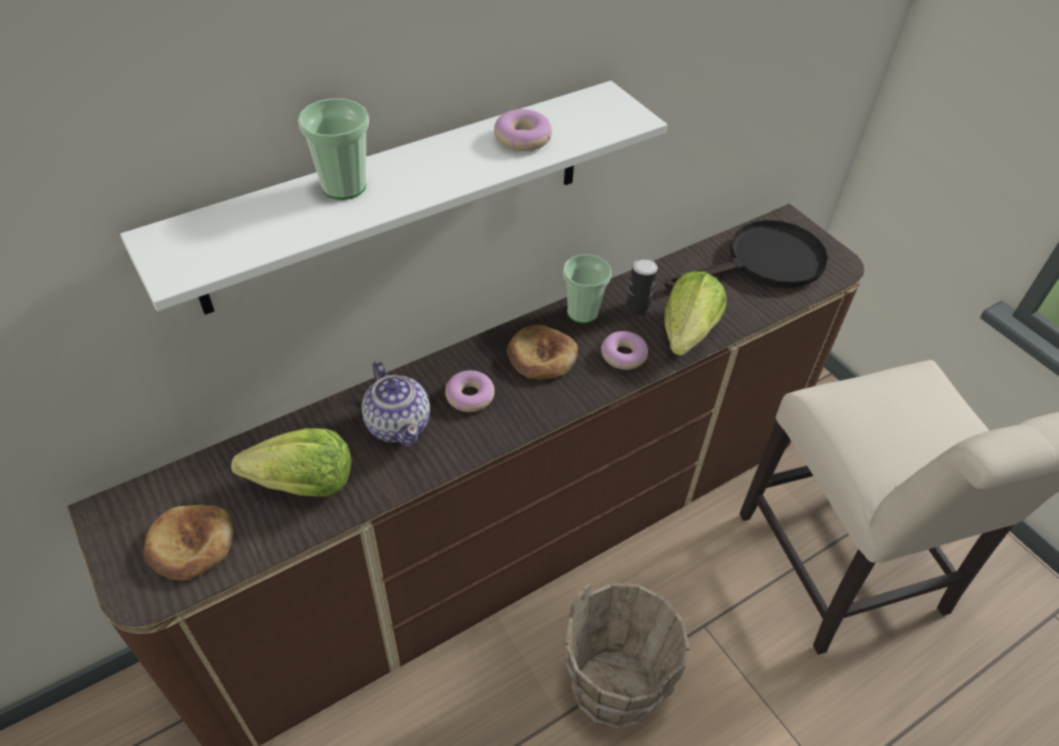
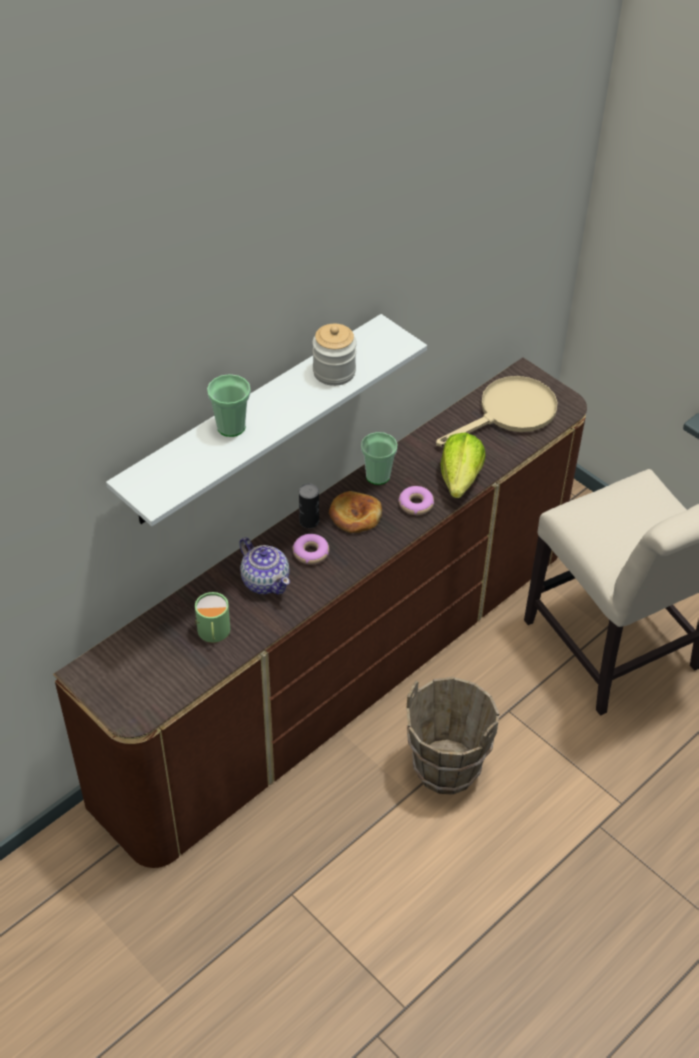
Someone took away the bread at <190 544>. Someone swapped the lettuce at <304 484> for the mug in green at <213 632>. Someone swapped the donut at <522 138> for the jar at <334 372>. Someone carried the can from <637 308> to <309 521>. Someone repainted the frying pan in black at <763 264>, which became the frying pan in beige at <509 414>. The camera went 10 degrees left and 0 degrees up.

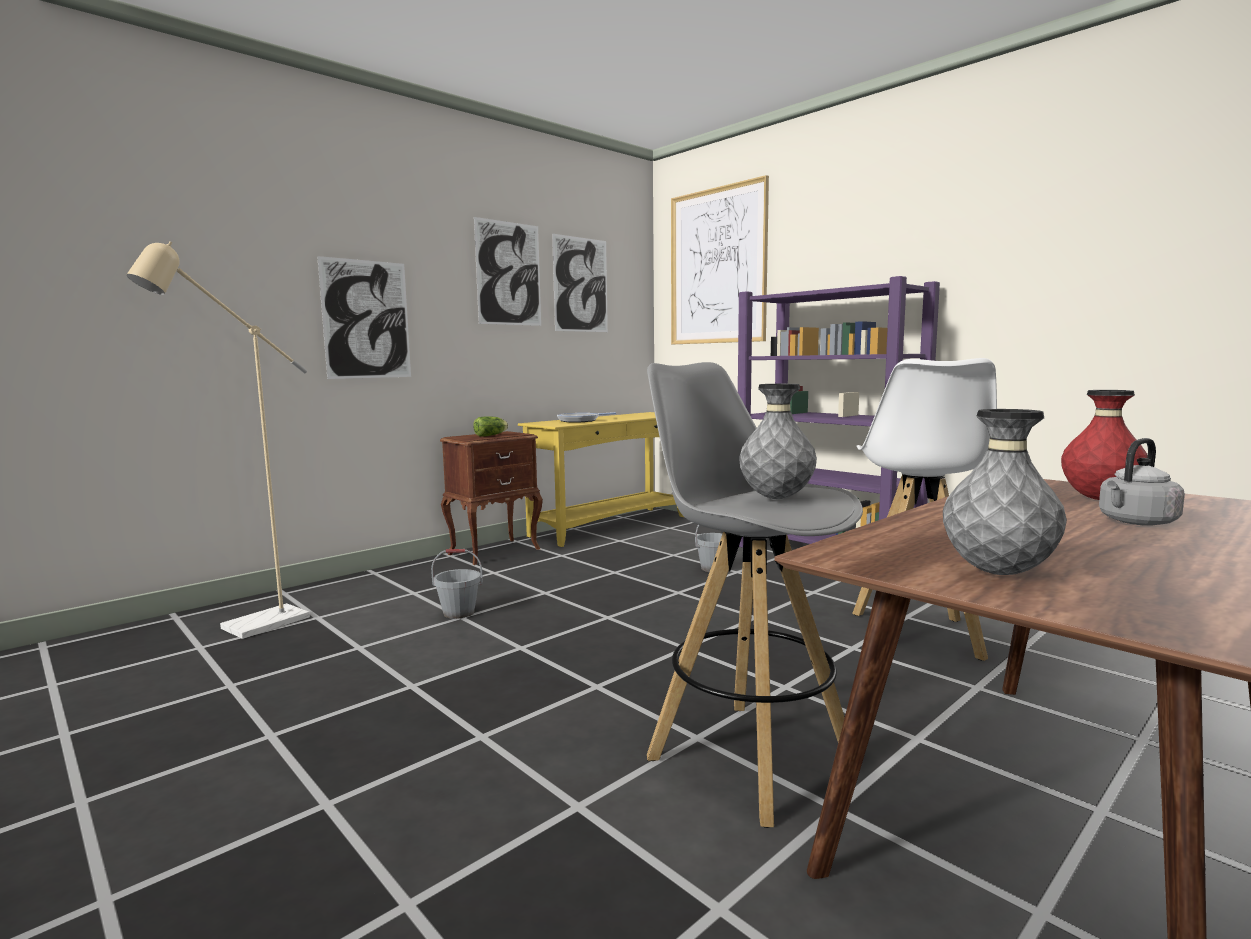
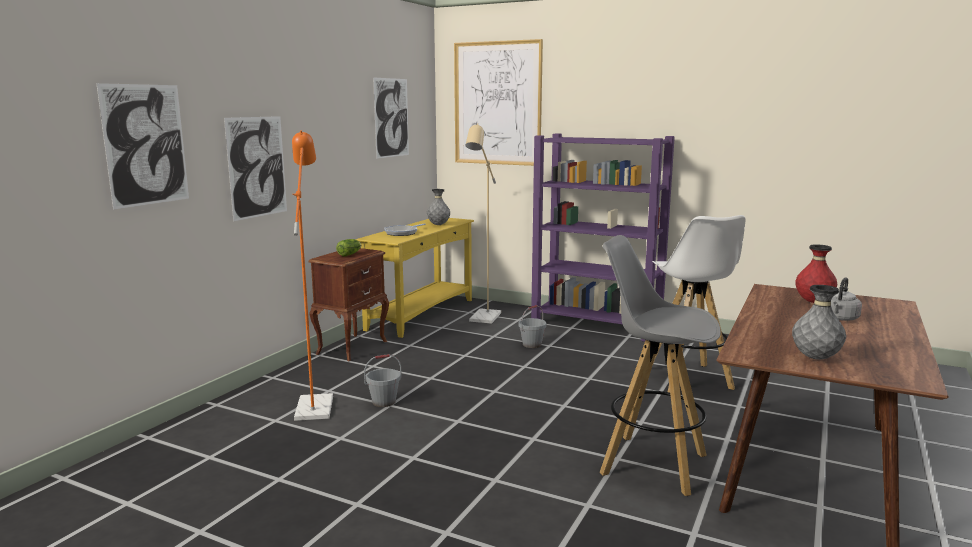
Someone carried the floor lamp in beige from <251 627> to <483 319>. Someone carried the picture from <509 273> to <146 145>. Someone carried the vase in grey from <776 498> to <438 225>. Someone put down the floor lamp in orange at <315 404>. The camera went 20 degrees left and 5 degrees up.

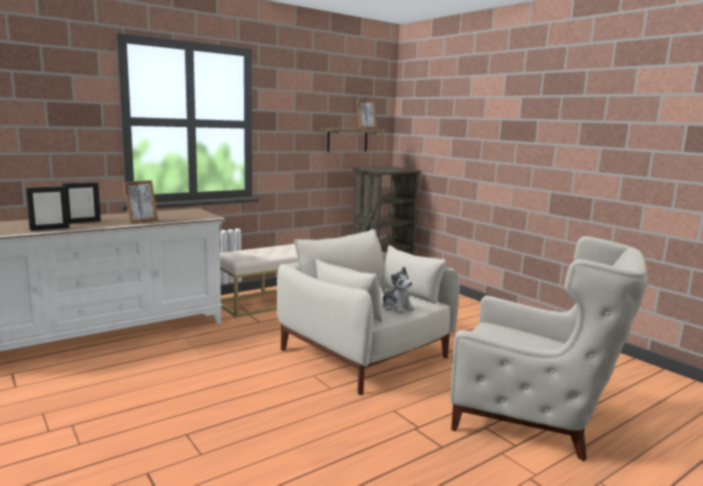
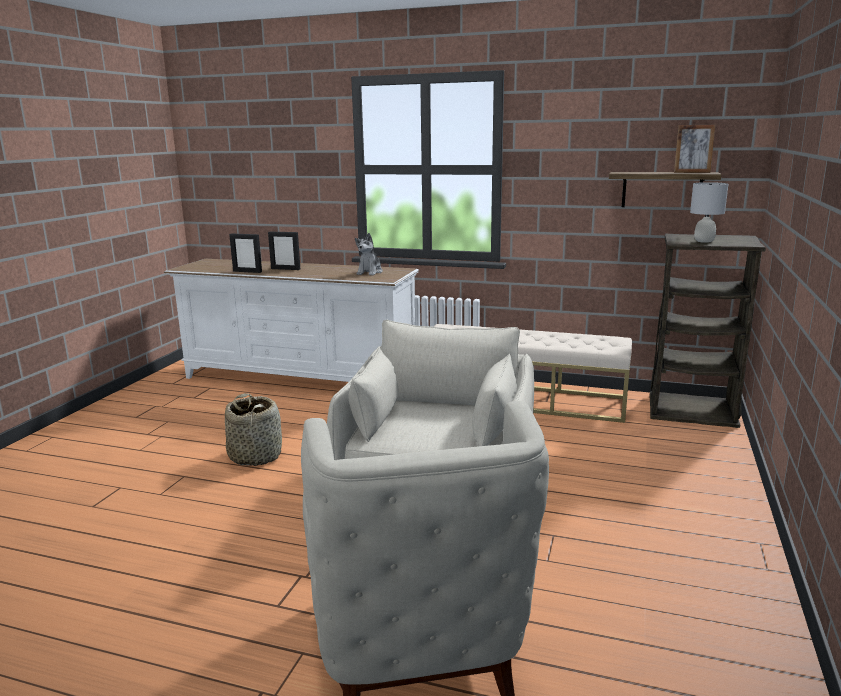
Someone took away the picture frame at <142 221>. Someone carried the plush toy from <396 308> to <370 272>. Someone put down the basket at <256 456>. Someone put down the table lamp in grey at <703 241>. The camera went 55 degrees right and 5 degrees up.

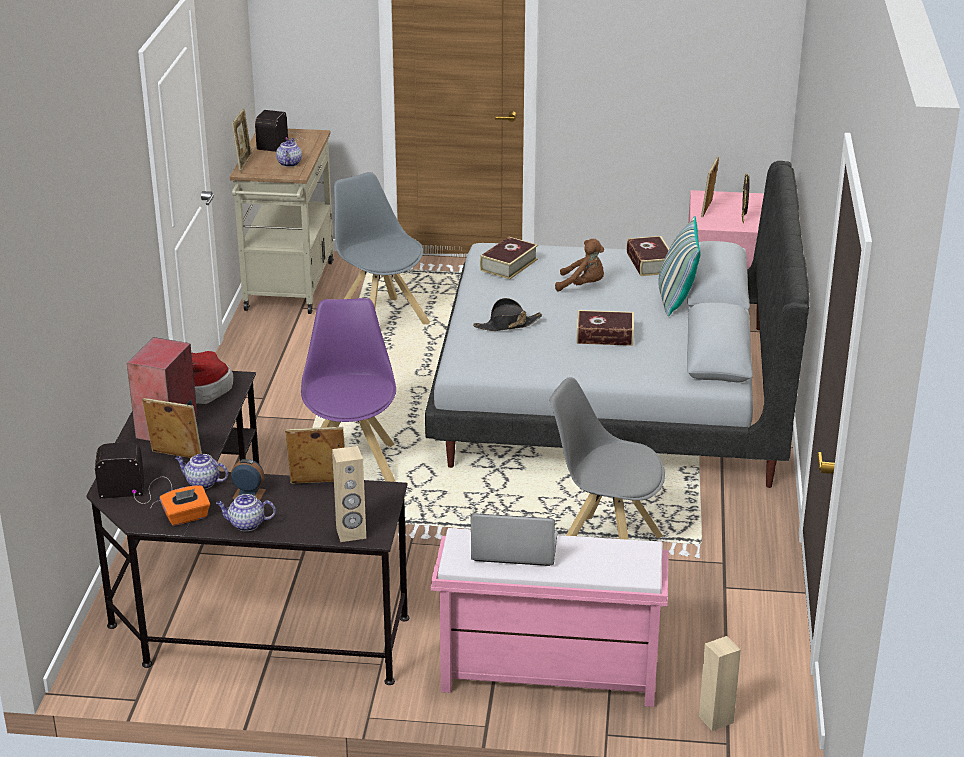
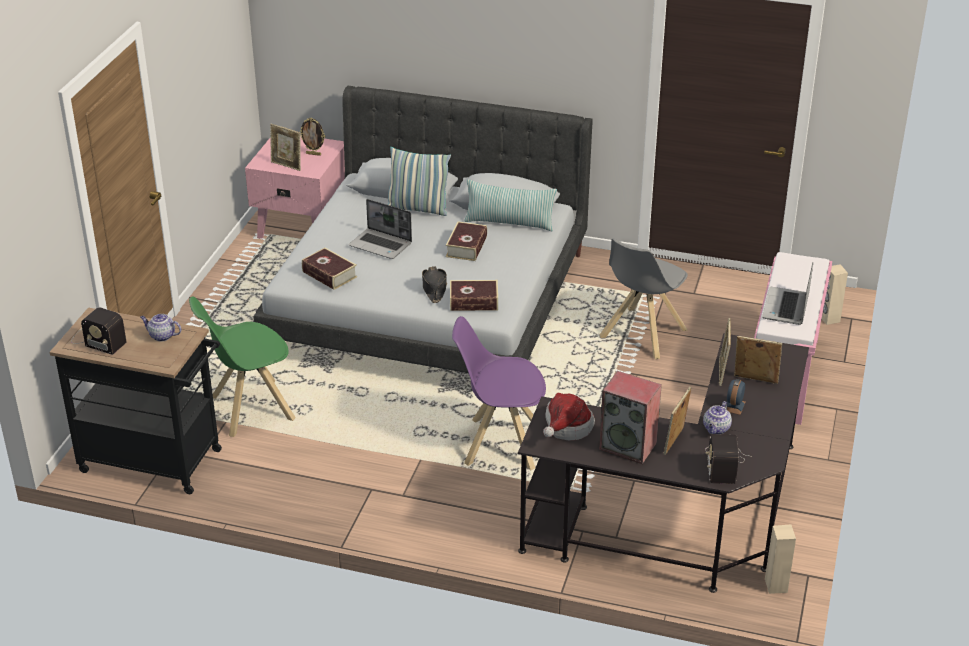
Someone took away the tissue box in orange at <186 517>. Someone took away the teapot at <246 524>. Someone repainted the cart in beige at <288 288>, which became the cart in black at <155 462>. Someone carried the picture frame from <243 162> to <755 380>. Someone carried the speaker in beige from <351 533> to <776 585>. Someone repainted the chair in grey at <379 319>, which became the chair in green at <249 408>. Someone swapped the plush toy in brown at <583 285> for the laptop at <381 245>. Someone carried the book from <650 263> to <474 301>. Someone put down the pillow at <509 223>. The camera went 80 degrees left and 5 degrees up.

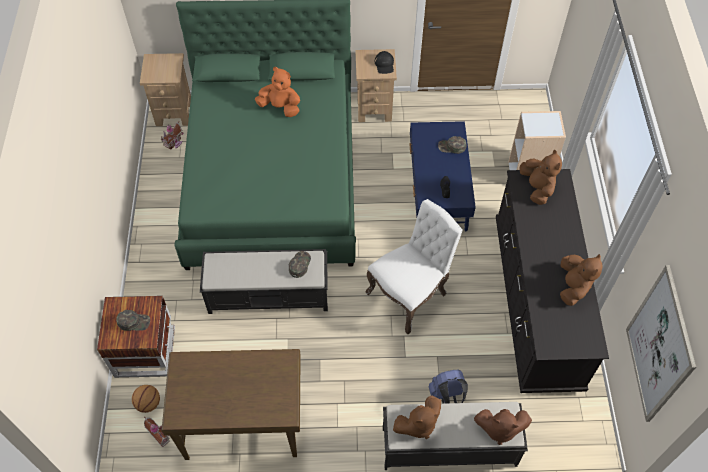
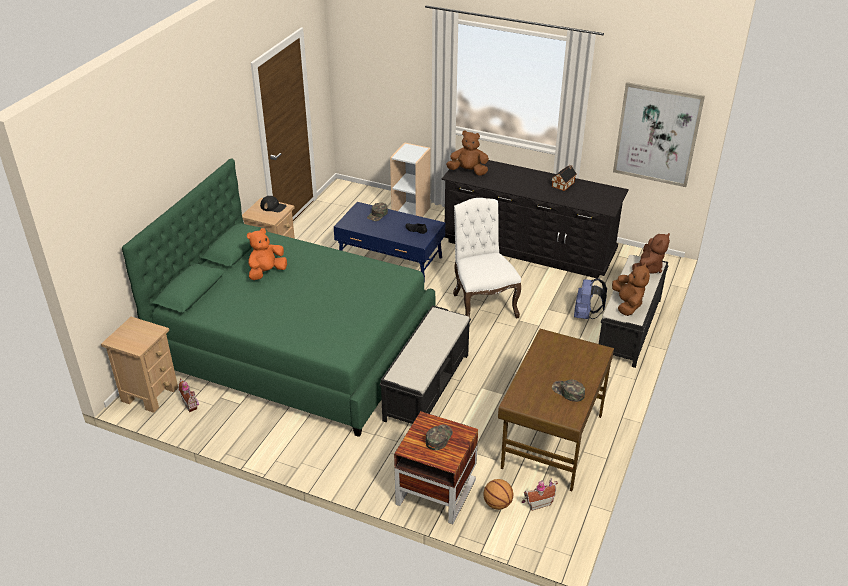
Someone carried the cap in green from <299 264> to <568 392>. Someone swapped the plush toy in brown at <573 287> for the toy house at <563 184>. The camera went 65 degrees left and 20 degrees down.

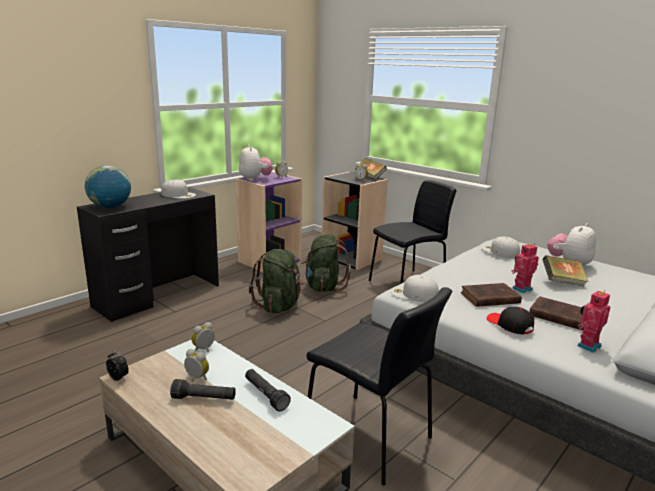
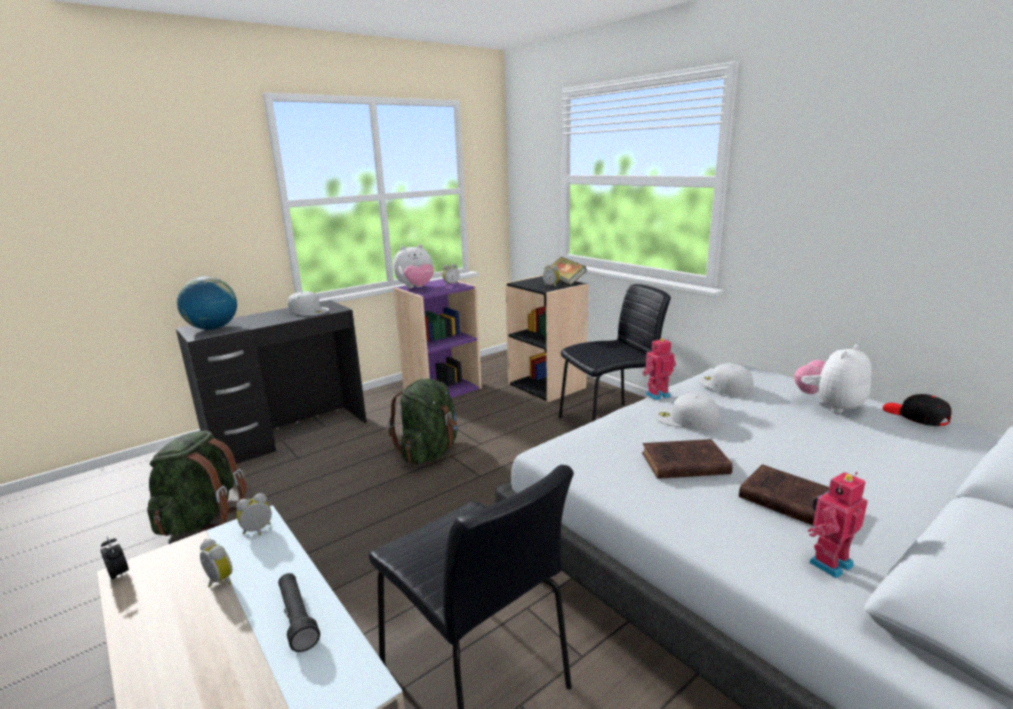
Someone took away the flashlight in black at <204 398>. Someone rotated the plush toy at <255 179> by 75 degrees clockwise. Someone carried the backpack in green from <323 287> to <202 518>. Someone carried the cap in white from <414 294> to <686 419>. Someone carried the cap in black from <509 325> to <915 416>. Someone carried the toy robot from <521 288> to <657 395>. Someone took away the book at <562 282>. The camera went 10 degrees right and 0 degrees up.

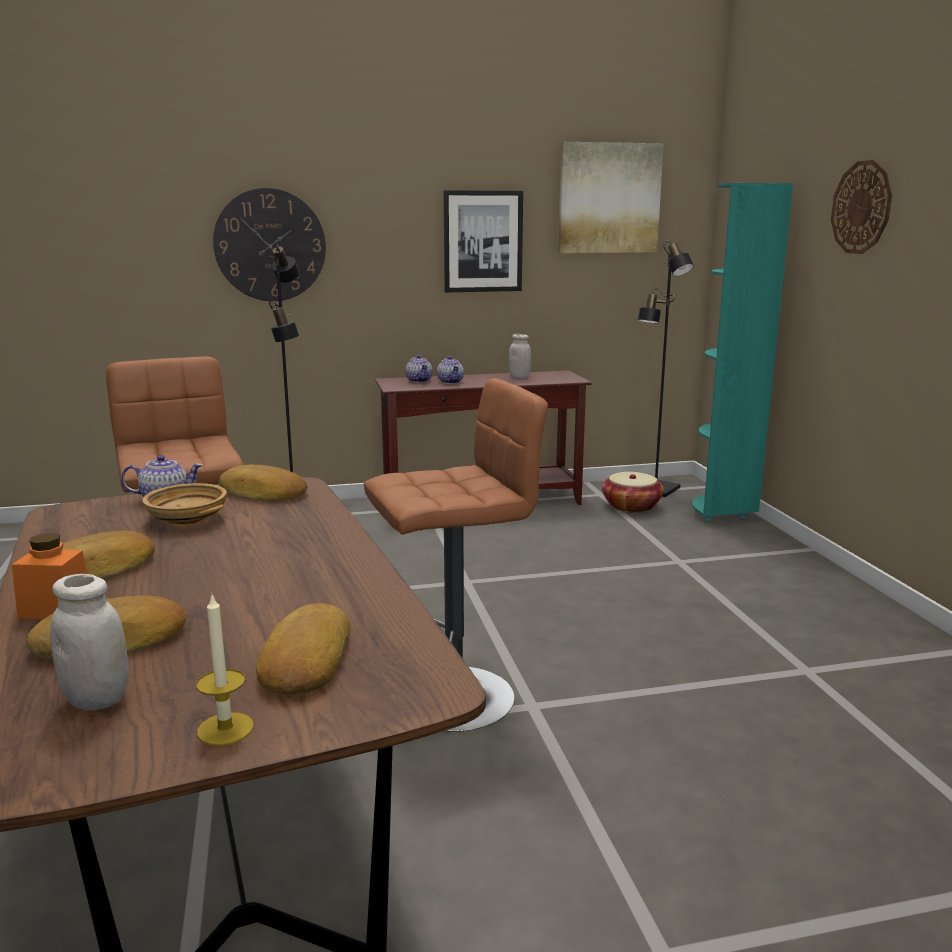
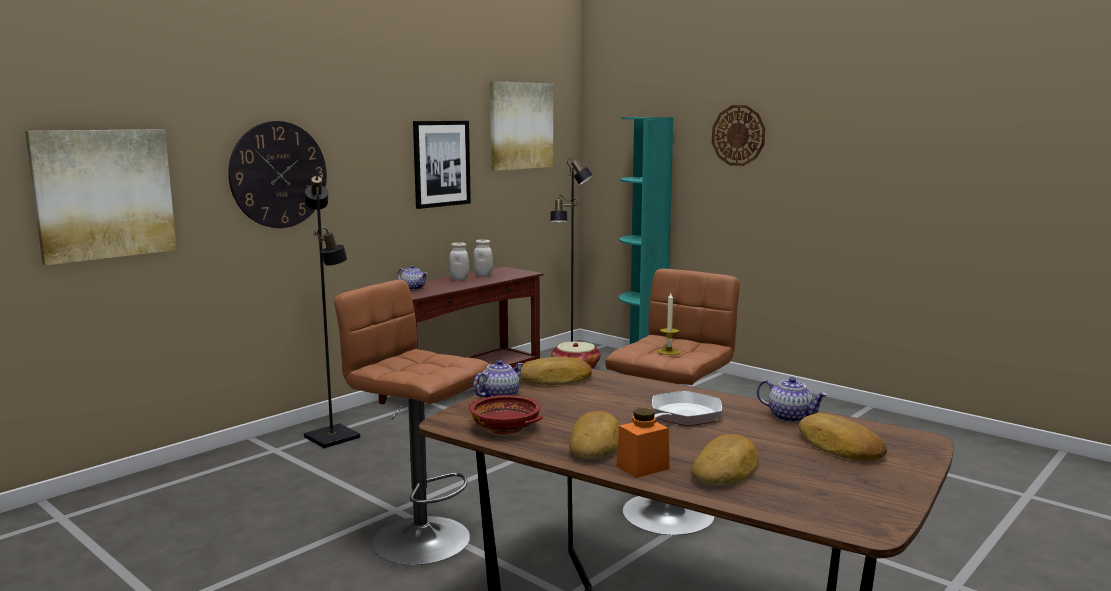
Someone carried the jar in white from <97 699> to <459 279>. Someone took away the bowl in beige at <186 519>. Someone carried the candle from <225 729> to <669 351>. Someone carried the teapot from <451 382> to <790 417>. Someone put up the picture at <104 194>. Someone put down the bowl in red at <506 428>. Someone put down the frying pan at <682 416>. The camera went 35 degrees left and 5 degrees down.

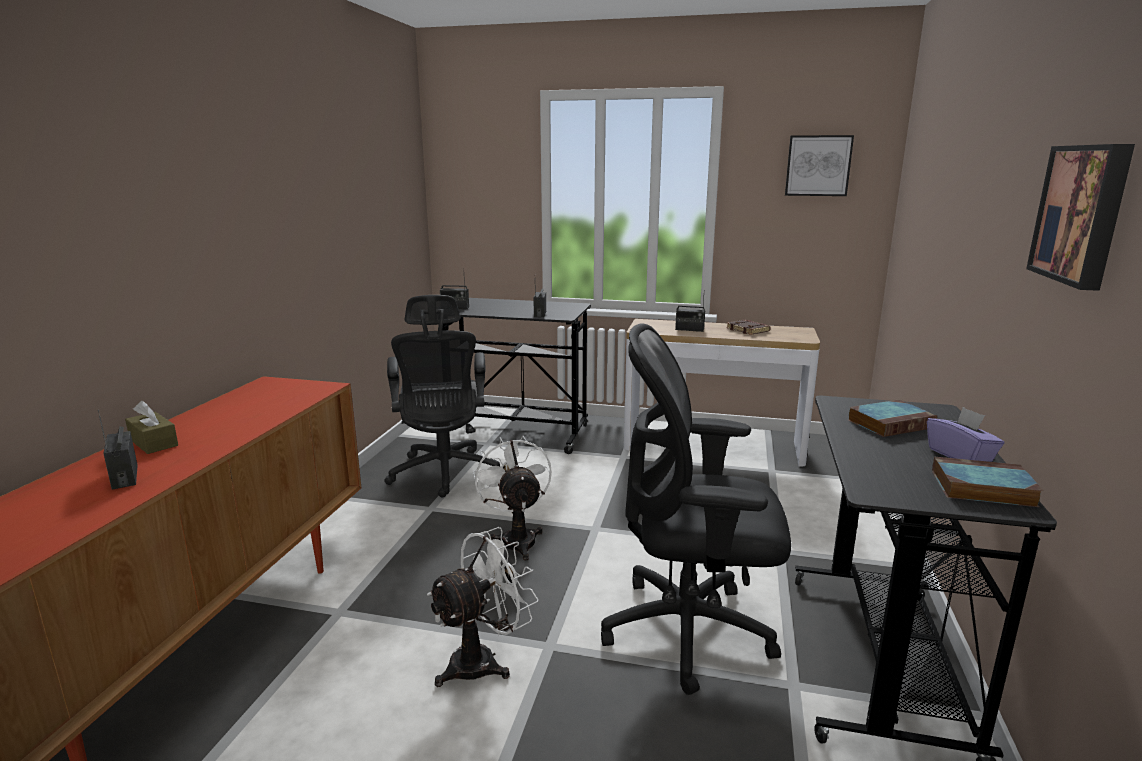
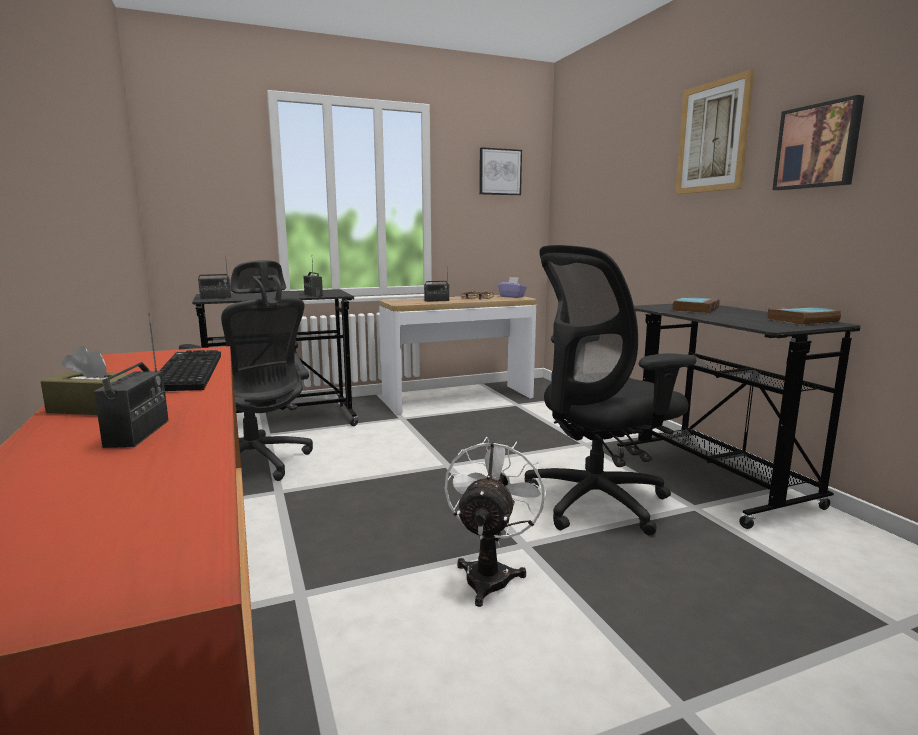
Someone rotated the radio at <124 476> by 120 degrees counterclockwise. Someone took away the fan in white at <517 538>. Someone carried the tissue box in purple from <960 456> to <512 297>. Someone put down the keyboard at <186 372>. Someone put up the picture at <712 137>. The camera went 35 degrees left and 5 degrees down.

